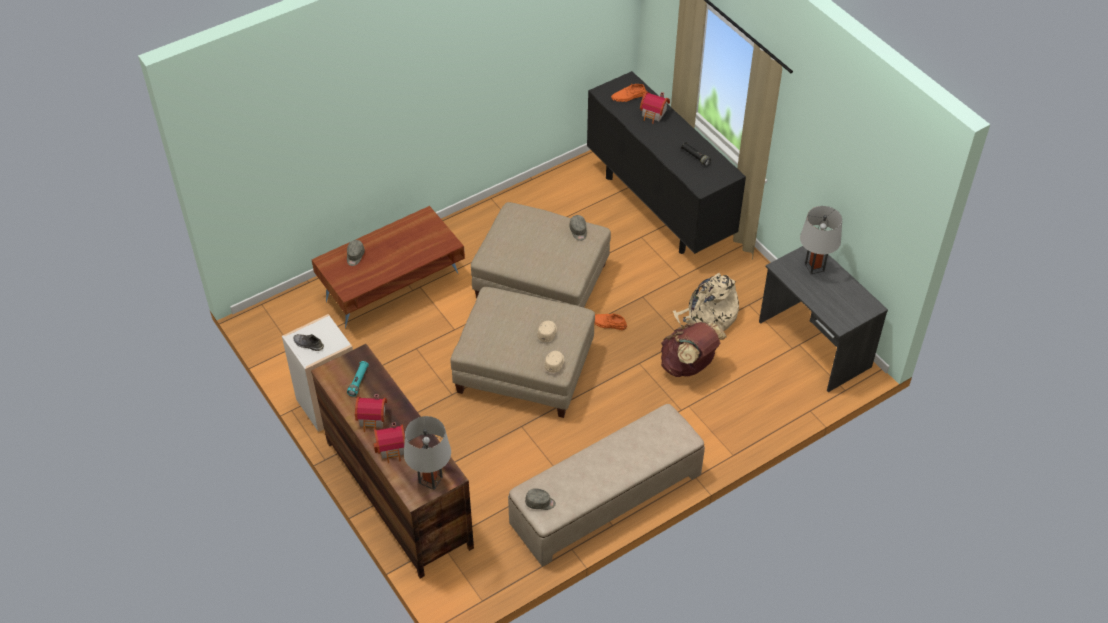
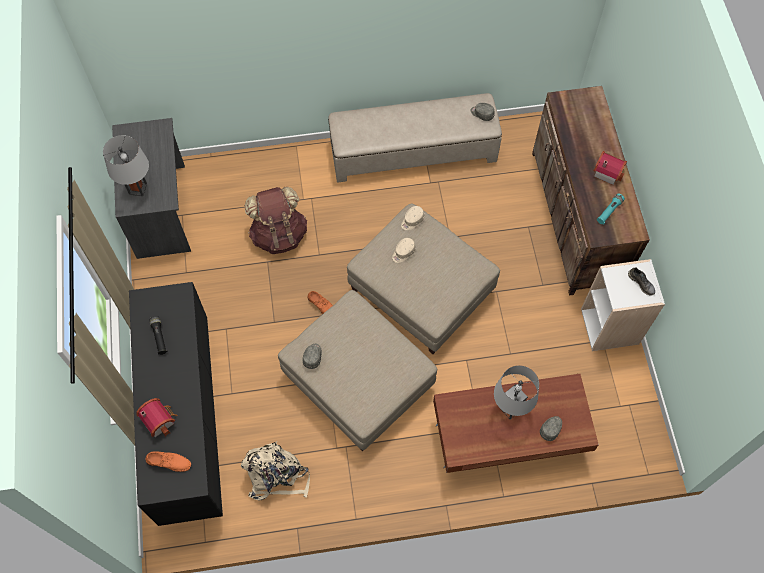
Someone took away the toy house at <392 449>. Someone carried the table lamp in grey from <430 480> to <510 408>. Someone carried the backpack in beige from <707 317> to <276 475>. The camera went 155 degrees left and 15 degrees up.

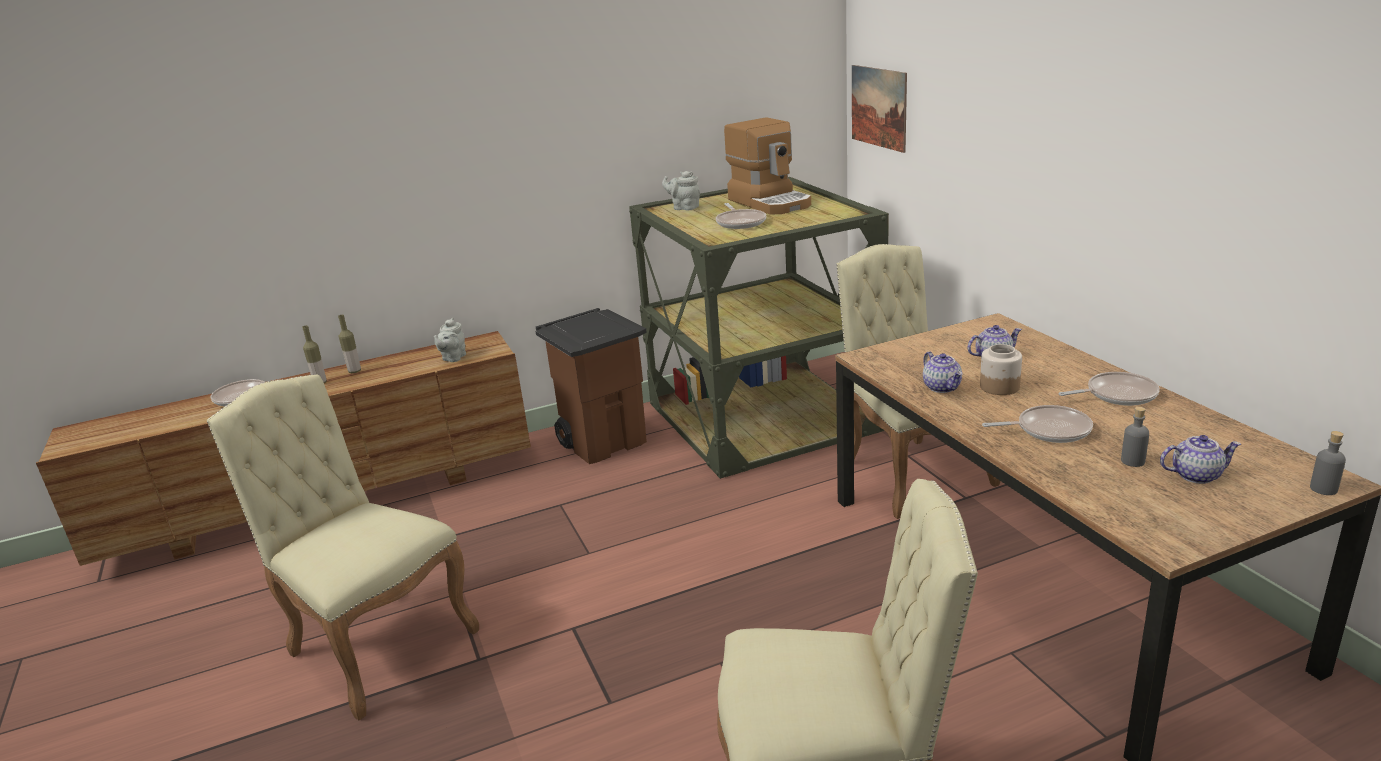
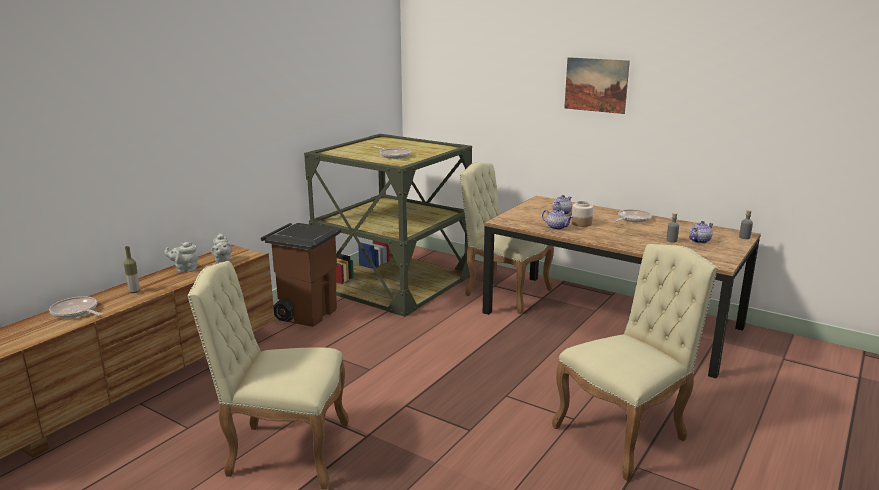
Someone took away the bottle at <354 371>. Someone carried the teapot in grey from <684 208> to <185 269>. Someone took away the coffee machine at <771 202>. Someone carried the picture from <878 107> to <596 85>. Someone took away the frying pan at <1049 430>. The camera went 35 degrees left and 5 degrees down.

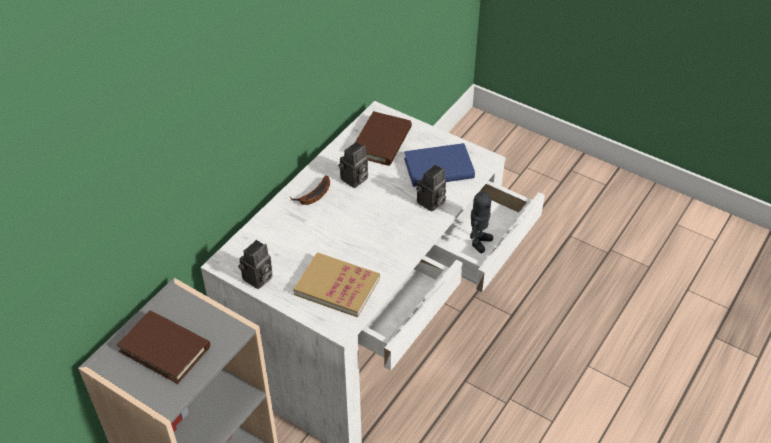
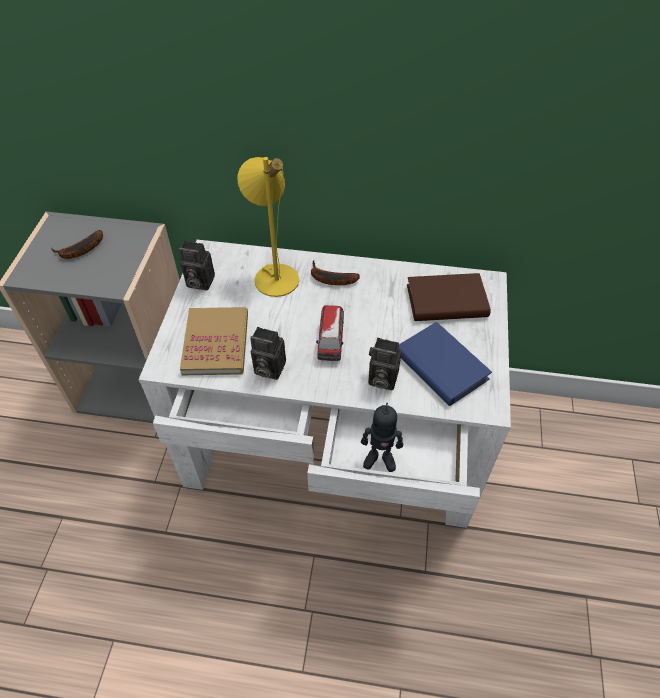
Someone swapped the book in brown at <165 349> for the banana at <80 251>. Someone carried the photo camera from <354 180> to <267 368>. Someone put down the table lamp in yellow at <274 273>. Someone put down the toy car at <331 342>. The camera went 65 degrees right and 5 degrees up.

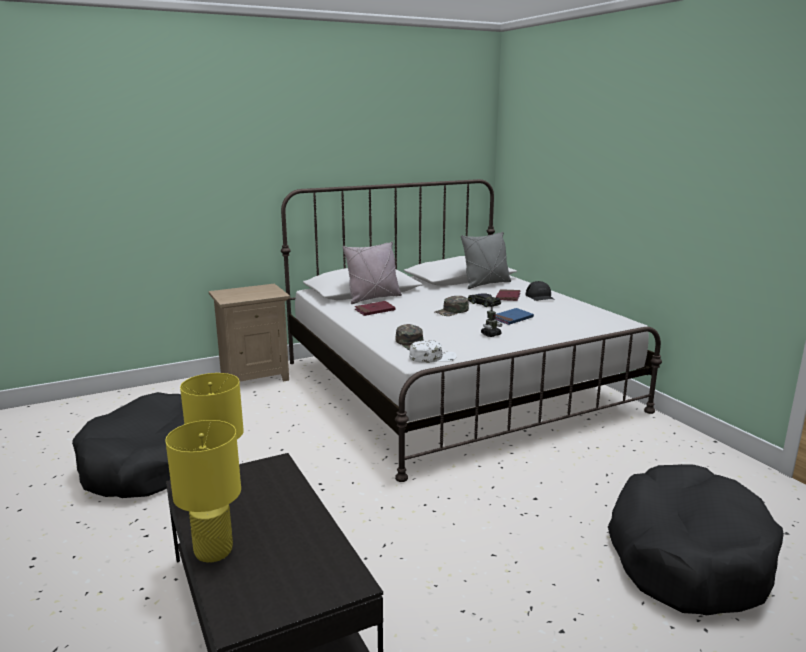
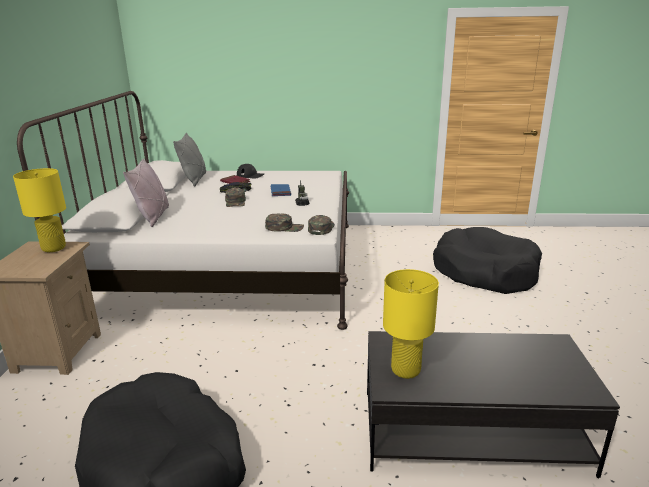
Someone carried the table lamp in yellow from <214 554> to <54 249>. Someone took away the book in red at <375 310>. Someone repainted the cap in white at <432 357>, which became the cap in green at <321 228>. The camera went 60 degrees left and 5 degrees up.

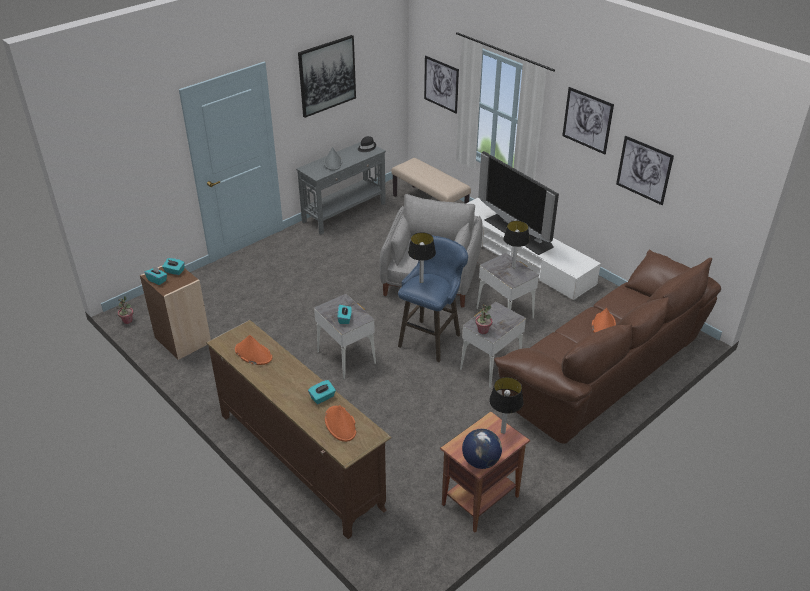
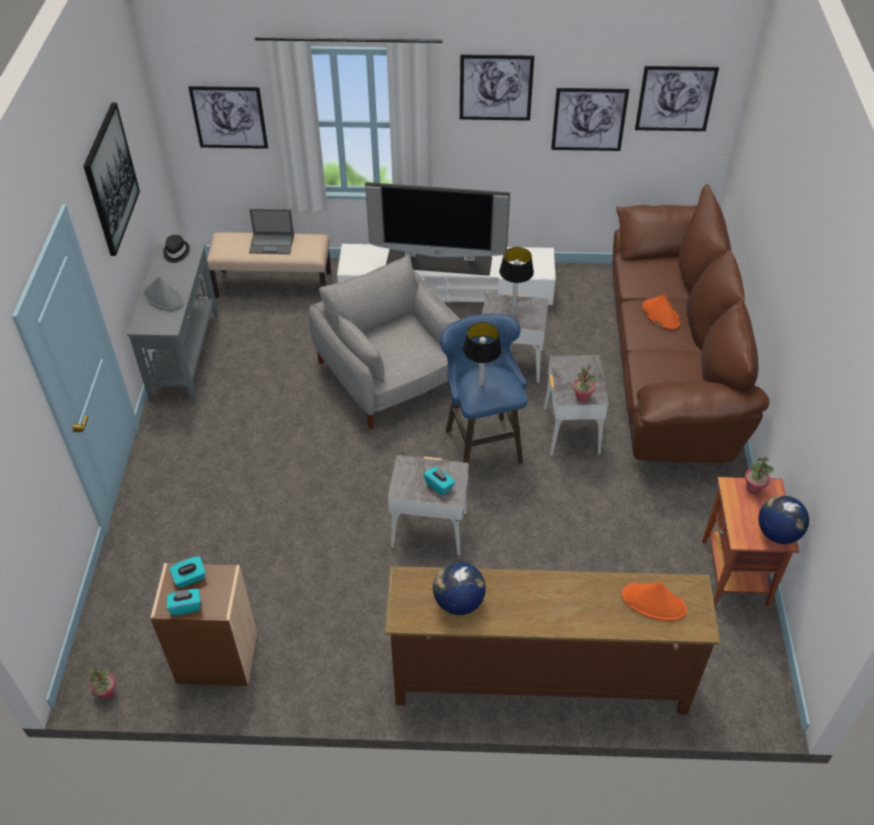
Someone swapped the hat in orange at <253 354> for the globe at <458 602>. Someone took away the tissue box in turquoise at <322 397>. Someone swapped the table lamp at <503 431> for the potted plant at <753 488>. Someone put down the laptop at <272 244>. Someone put up the picture at <675 98>. The camera went 45 degrees left and 10 degrees up.

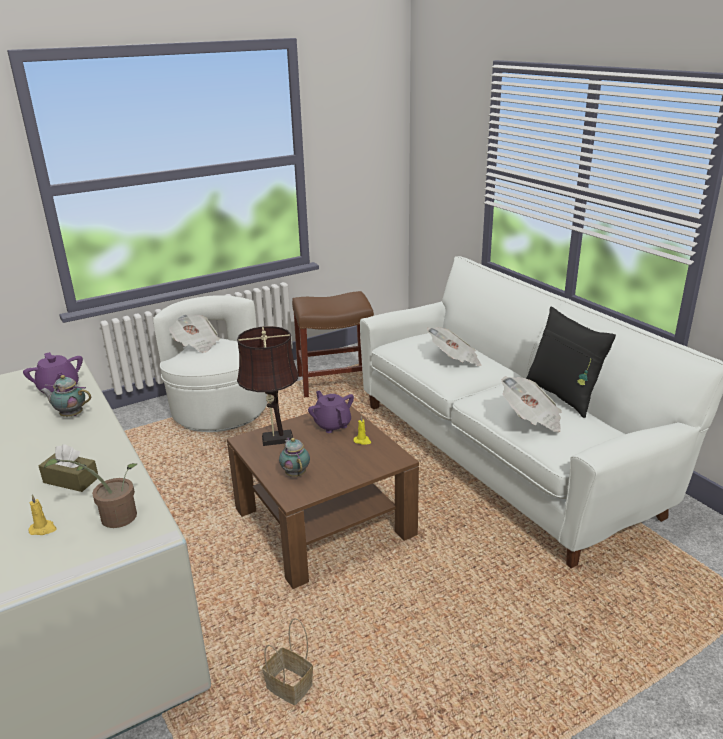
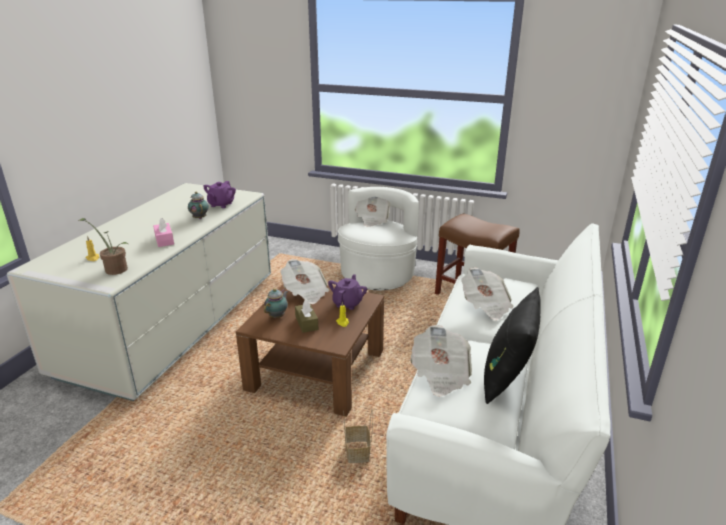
Someone carried the tissue box in brown from <71 480> to <306 323>. Someone swapped the table lamp in brown at <274 439> for the newspaper at <305 292>. Someone carried the basket from <291 687> to <358 453>. Someone put down the tissue box in pink at <164 240>. The camera went 50 degrees right and 0 degrees up.

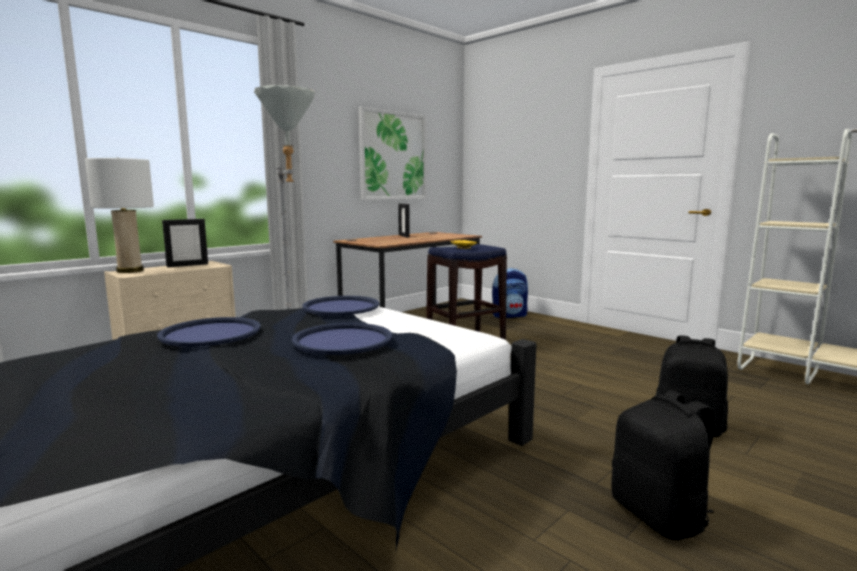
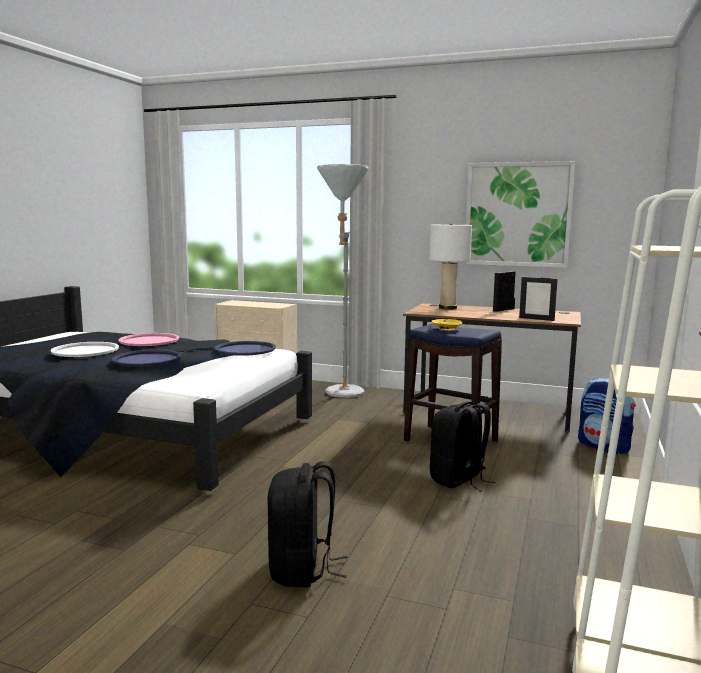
Someone carried the table lamp in white from <130 271> to <447 308>. Someone repainted the tray in blue at <210 333>, which became the tray in pink at <149 340>. Someone carried the picture frame from <187 265> to <536 319>. Someone carried the backpack in black from <659 515> to <459 480>. Someone put down the tray in white at <85 350>. The camera went 65 degrees right and 0 degrees up.

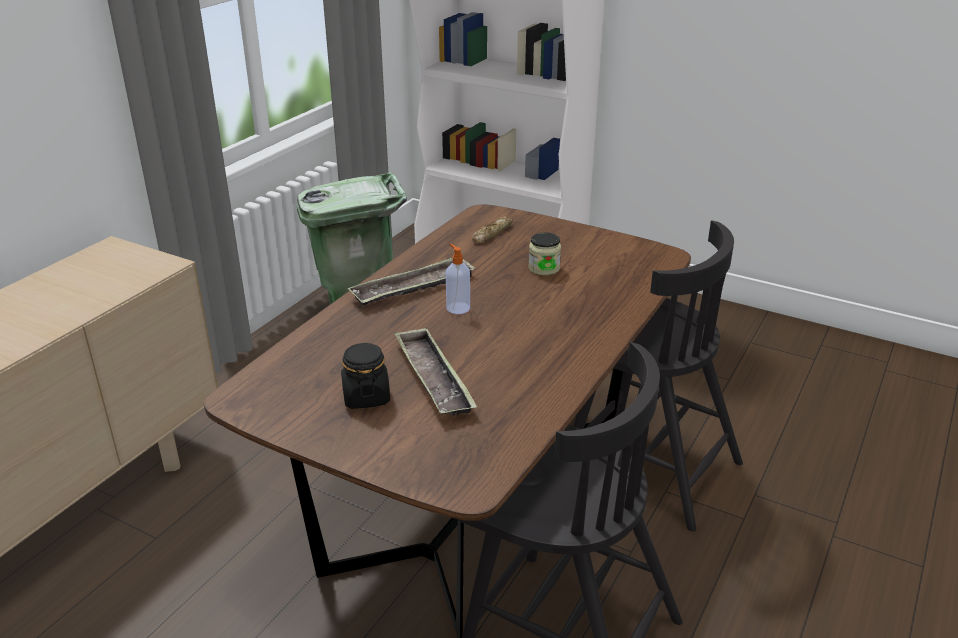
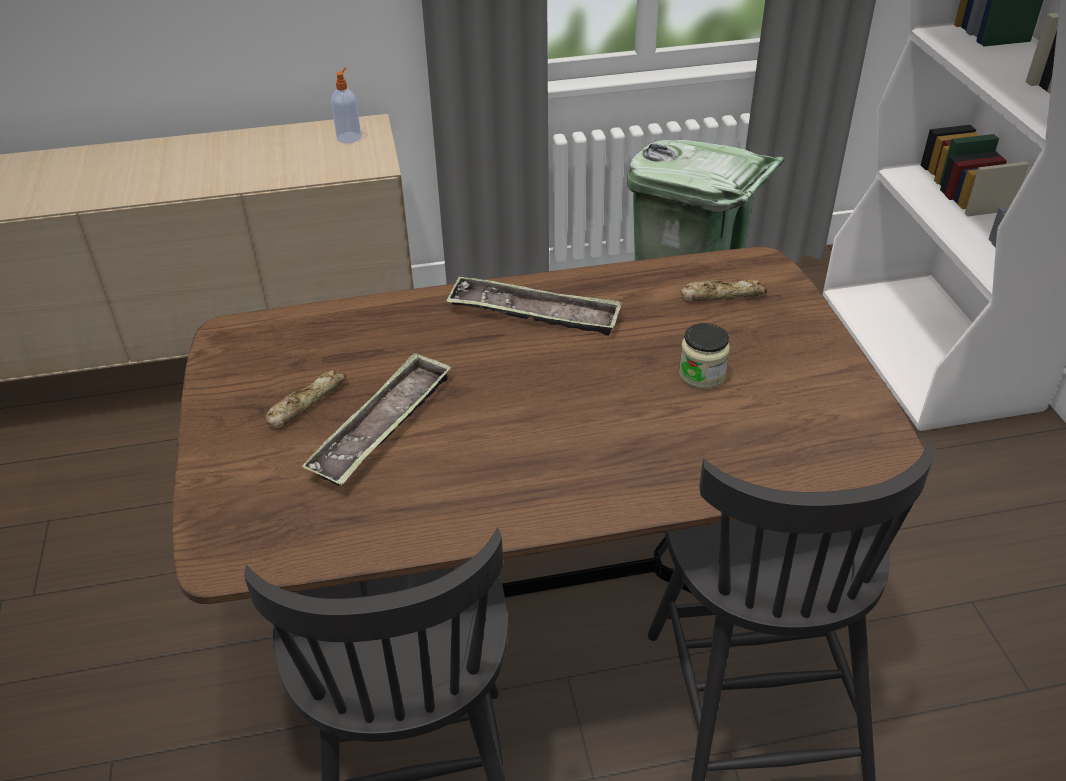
Someone swapped the jar in black at <366 396> for the bread at <306 403>. Someone carried the soap dispenser from <457 308> to <349 137>. The camera went 50 degrees right and 10 degrees up.

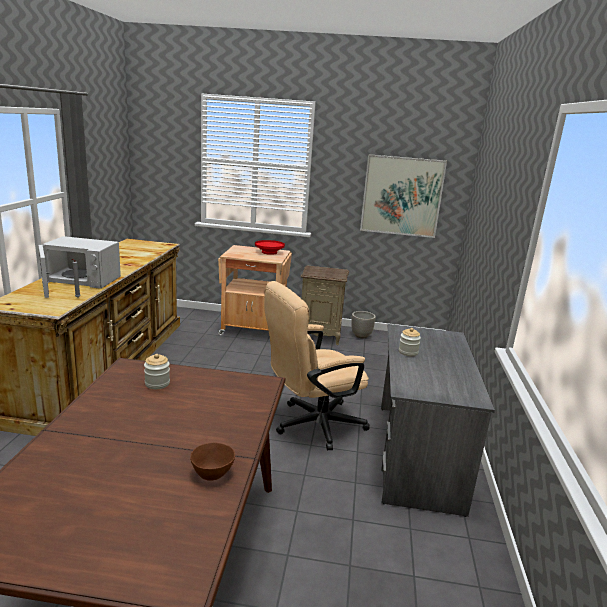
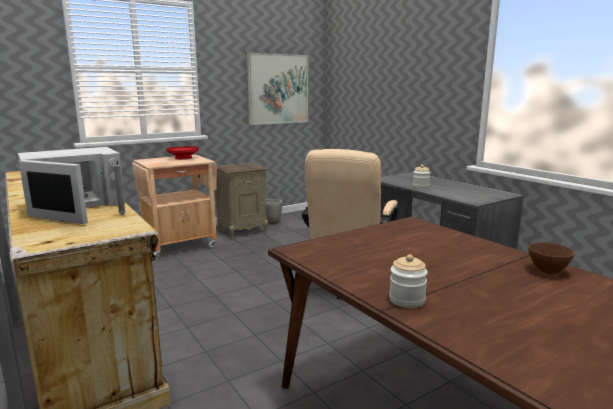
Someone carried the jar from <157 383> to <407 300>. The camera went 40 degrees left and 5 degrees down.

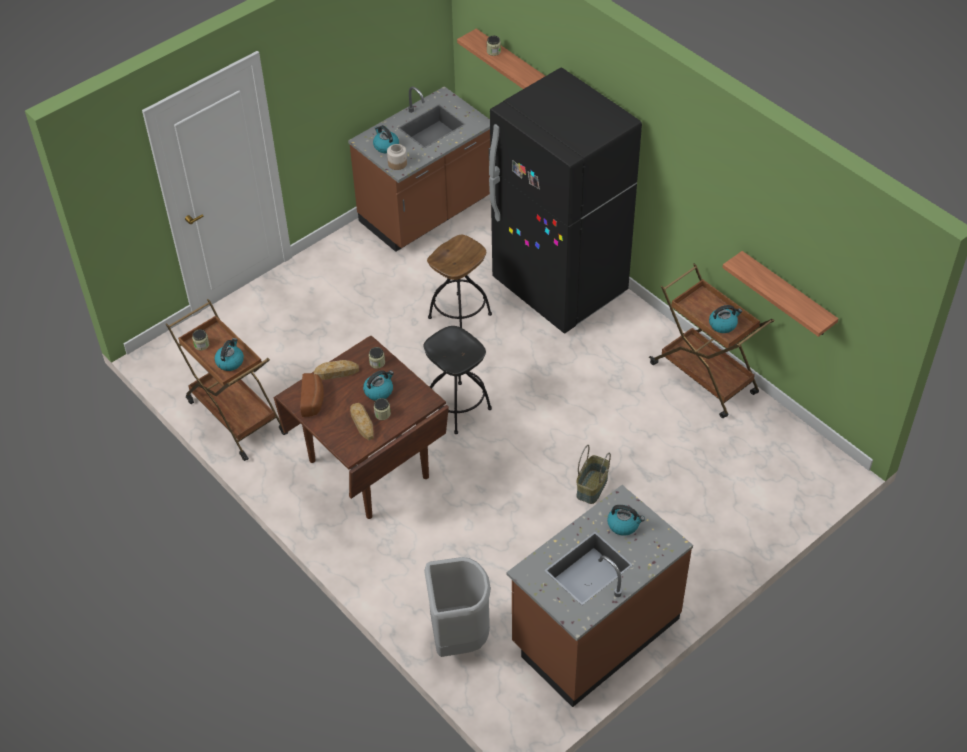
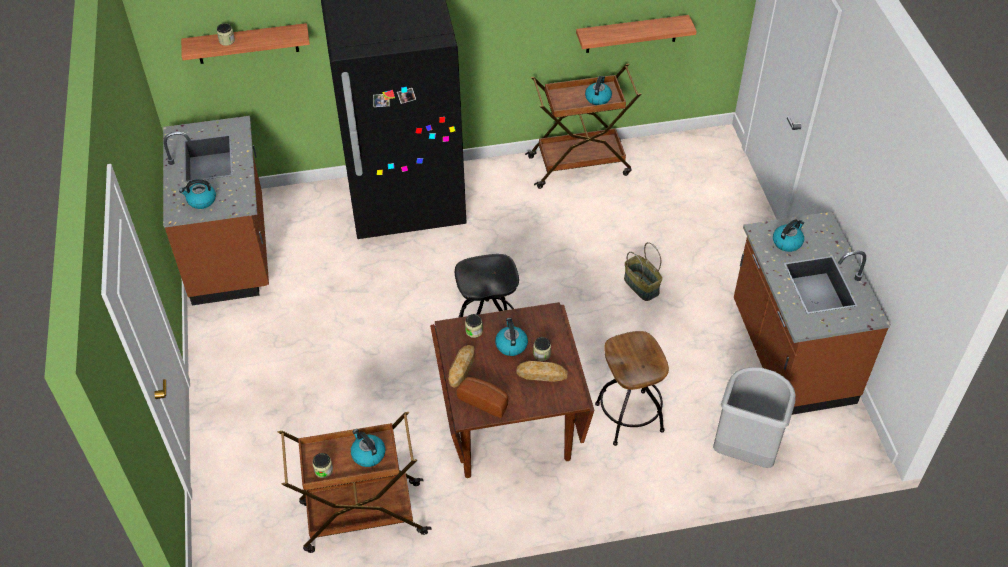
Someone took away the jar at <397 163>. Someone carried the stool in brown from <459 316> to <629 417>. The camera went 60 degrees left and 0 degrees up.

